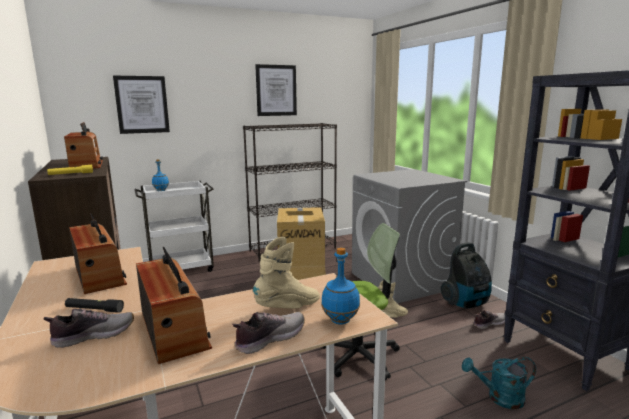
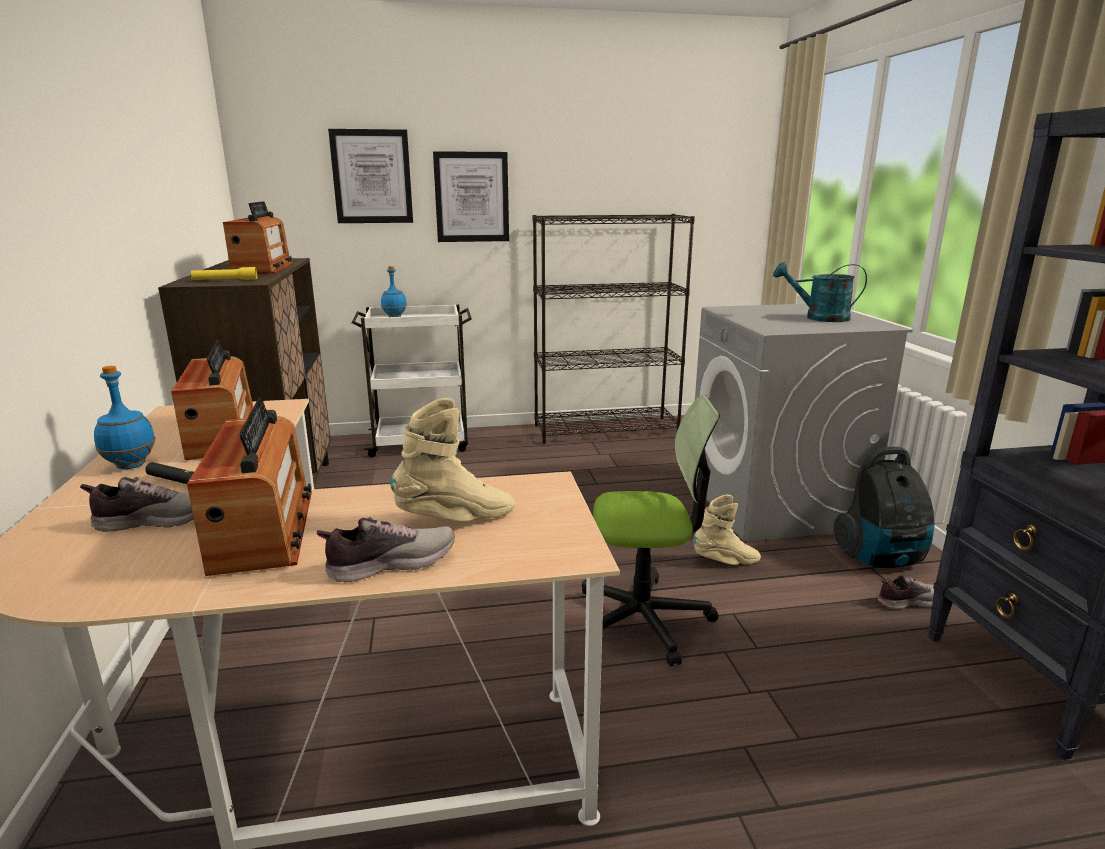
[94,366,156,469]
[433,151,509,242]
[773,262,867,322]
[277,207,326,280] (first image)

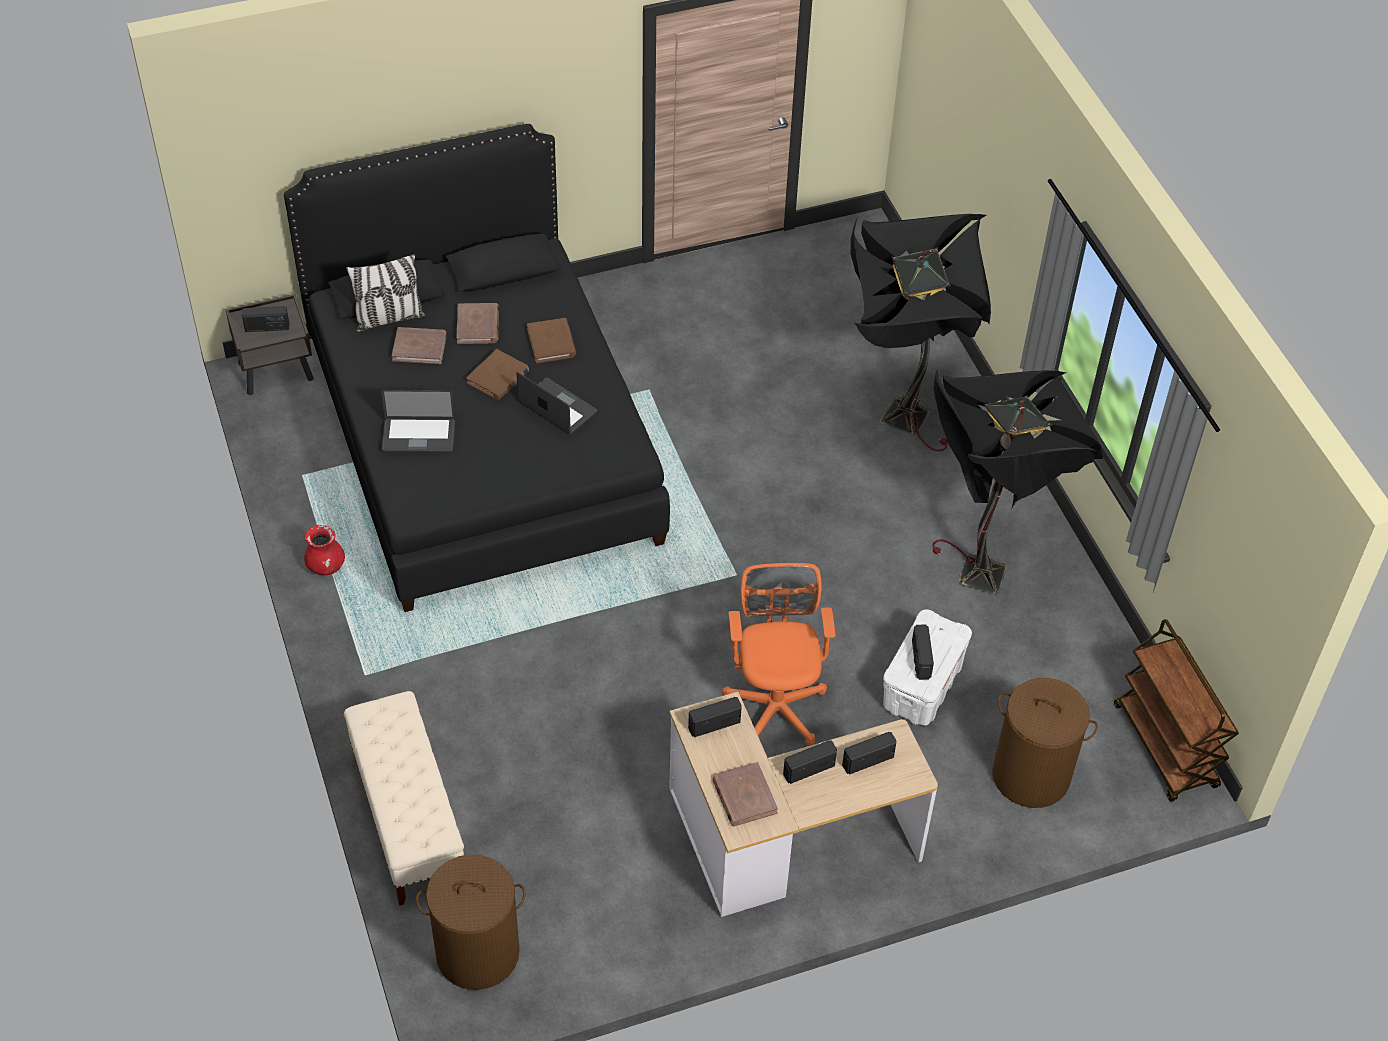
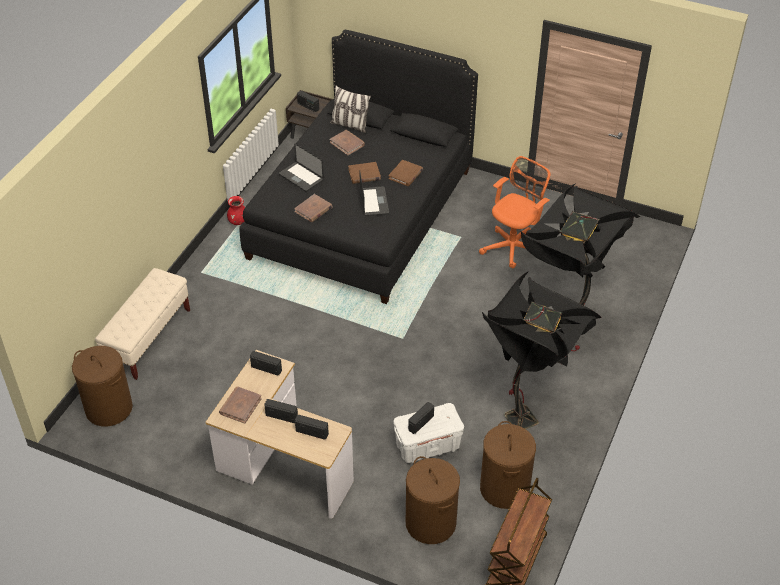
[294,194,333,222]
[479,156,551,268]
[480,421,536,509]

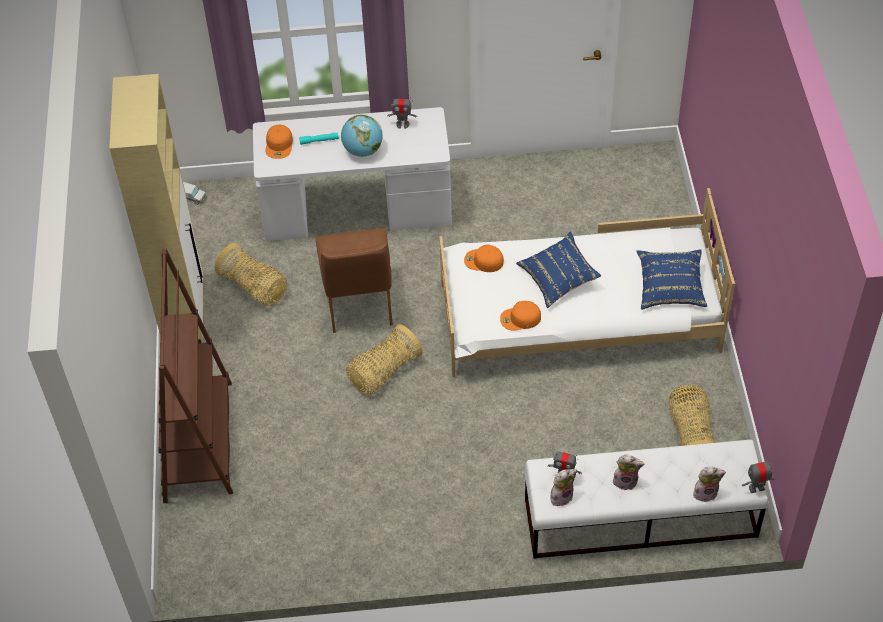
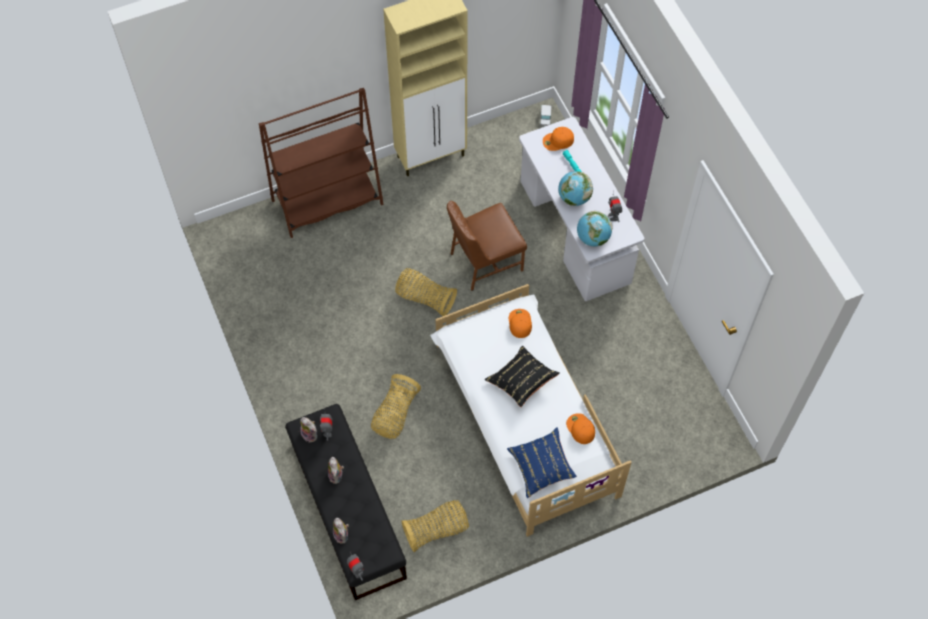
[285,404,407,600]
[371,374,421,439]
[485,345,560,407]
[566,413,595,444]
[577,211,612,246]

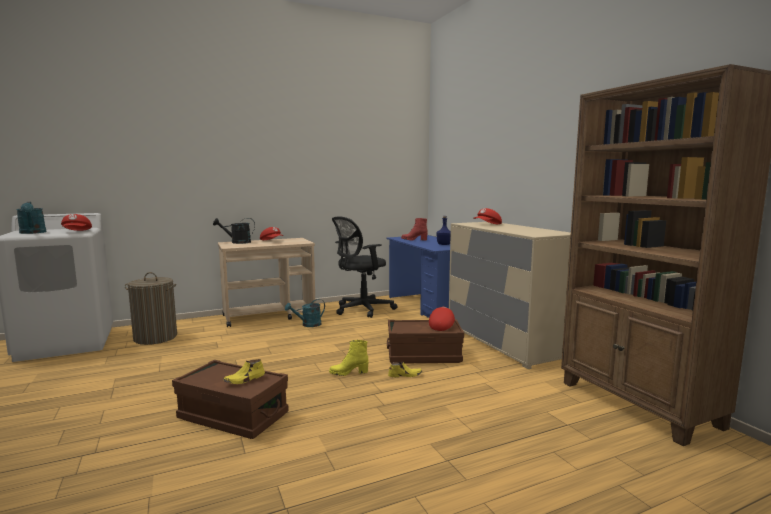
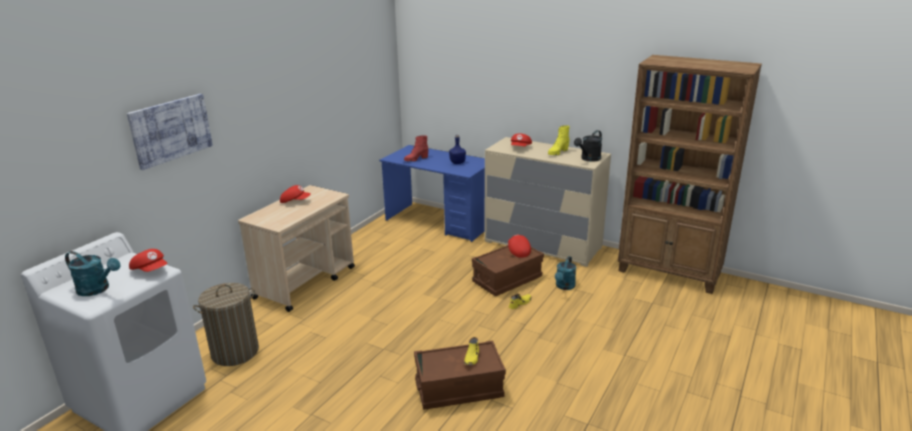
[127,94,213,170]
[548,125,569,155]
[555,256,576,290]
[574,130,602,162]
[332,216,398,318] (first image)

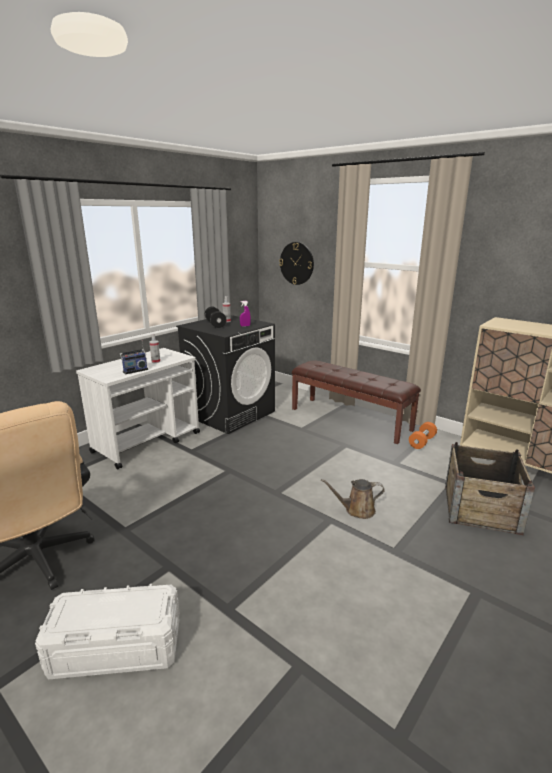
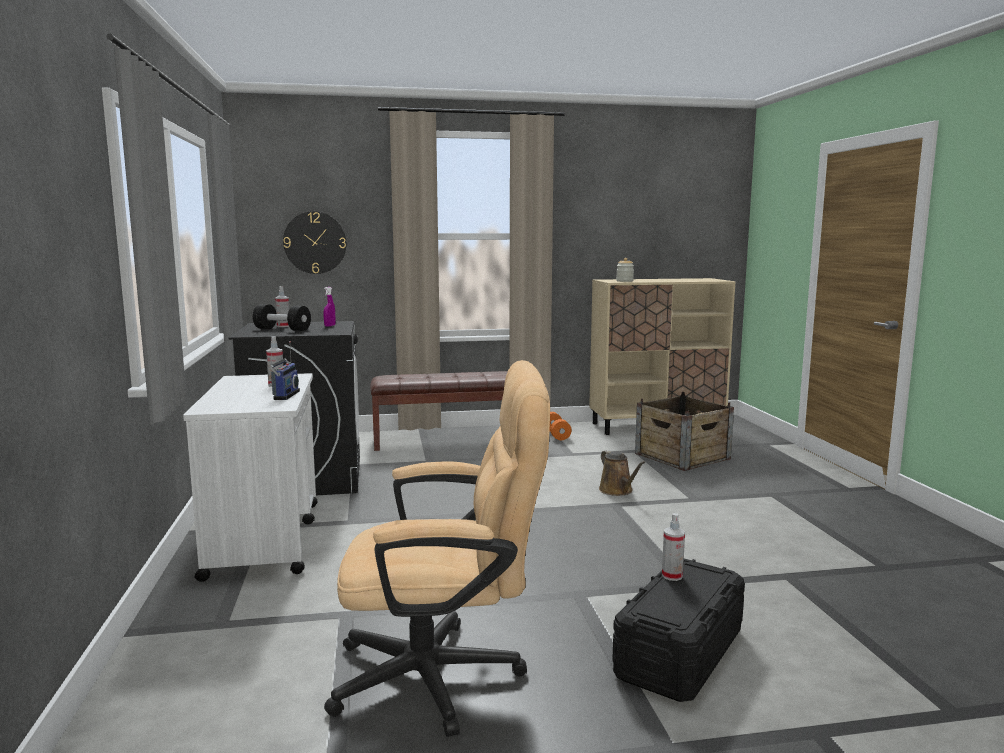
[599,450,645,496]
[612,558,745,702]
[616,258,634,282]
[662,513,685,581]

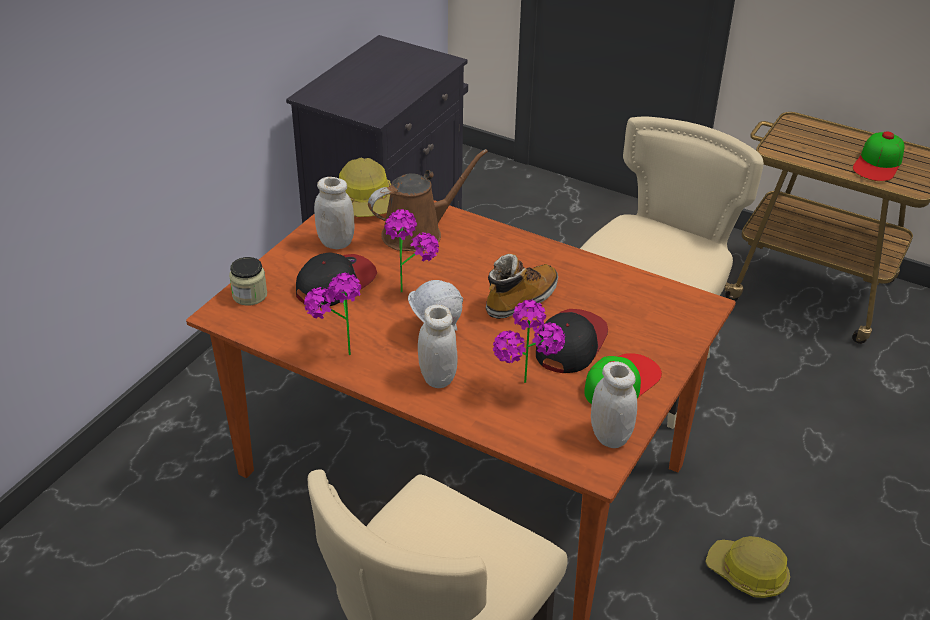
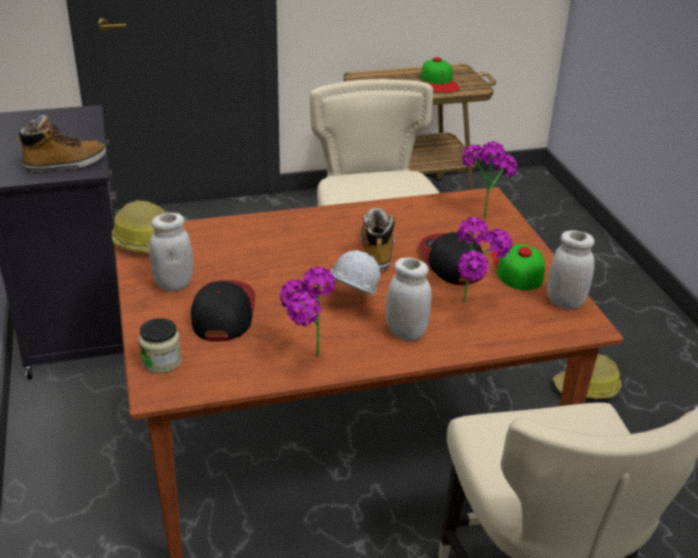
[16,115,106,173]
[462,141,518,218]
[368,149,488,252] (first image)

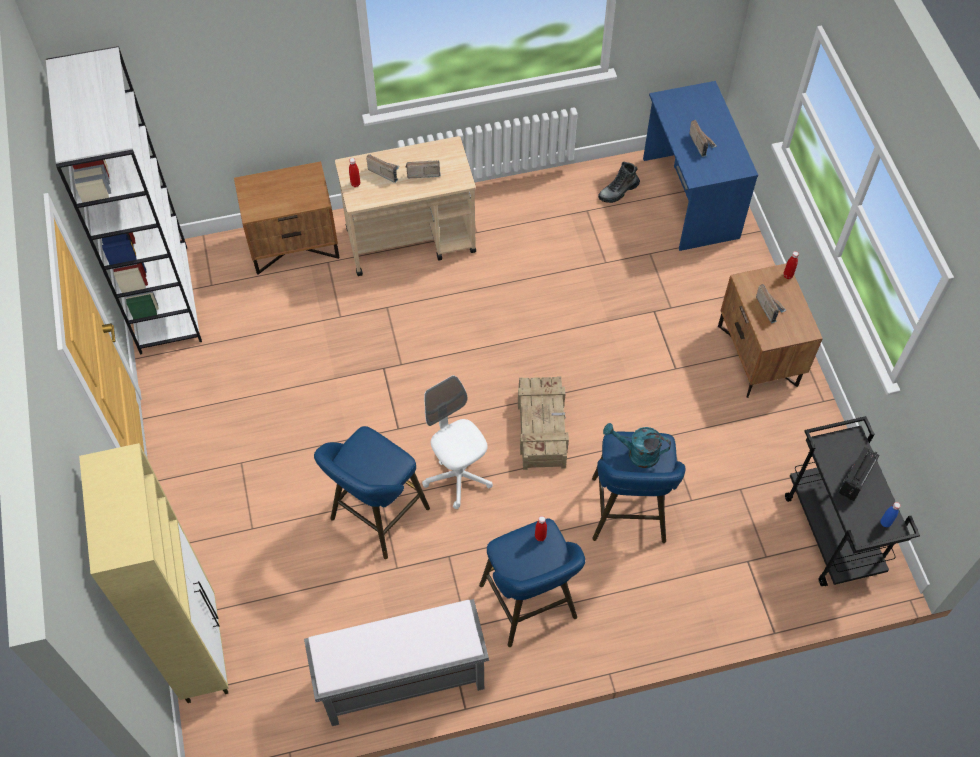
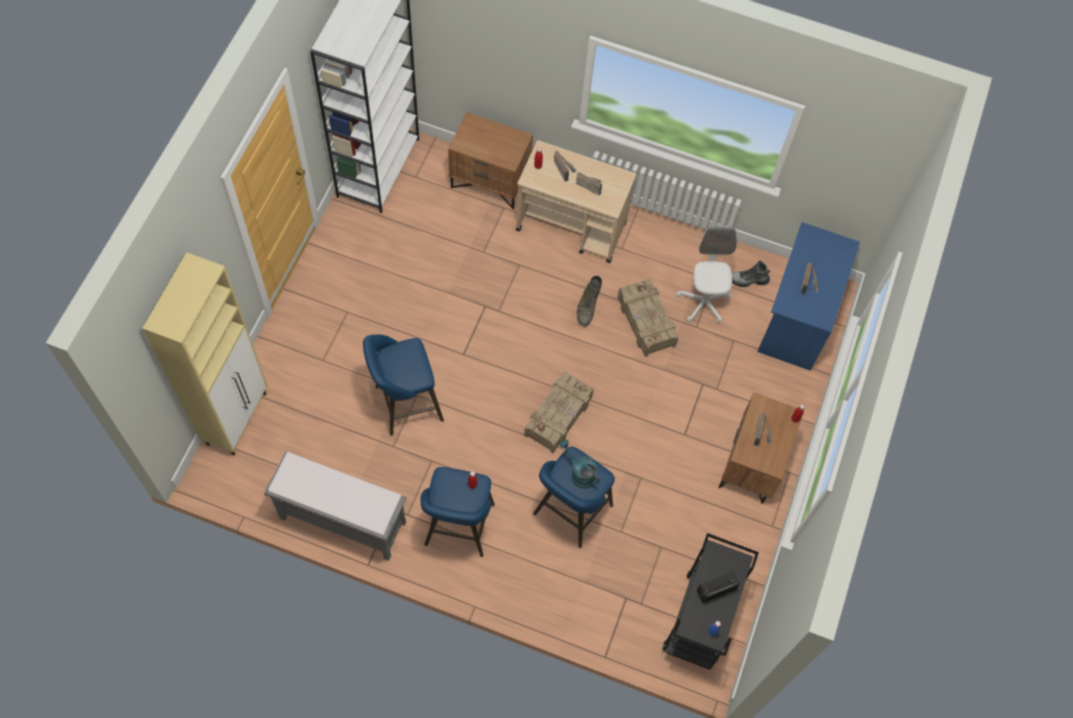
[577,275,602,327]
[617,278,679,357]
[676,226,737,323]

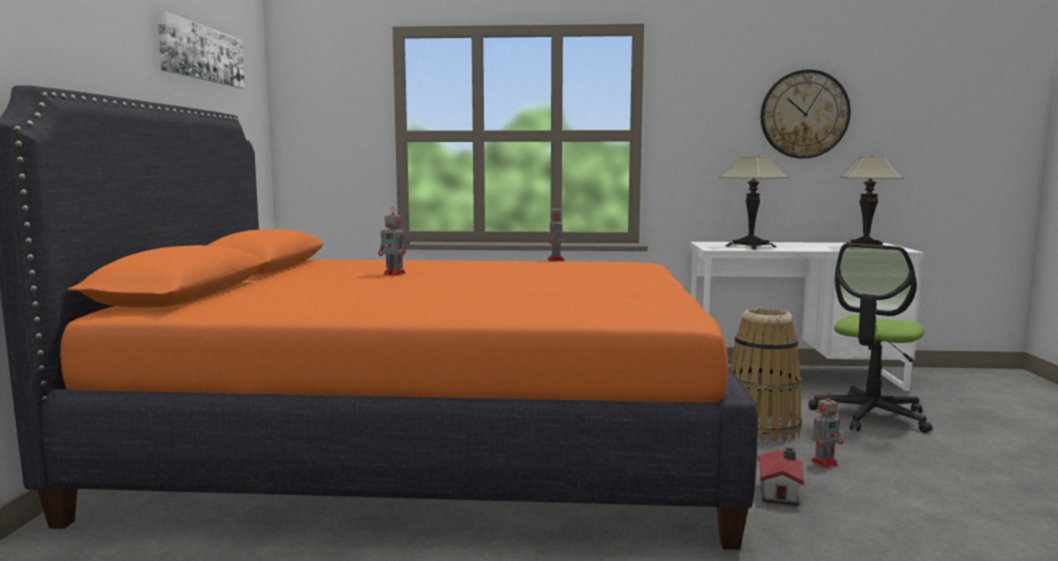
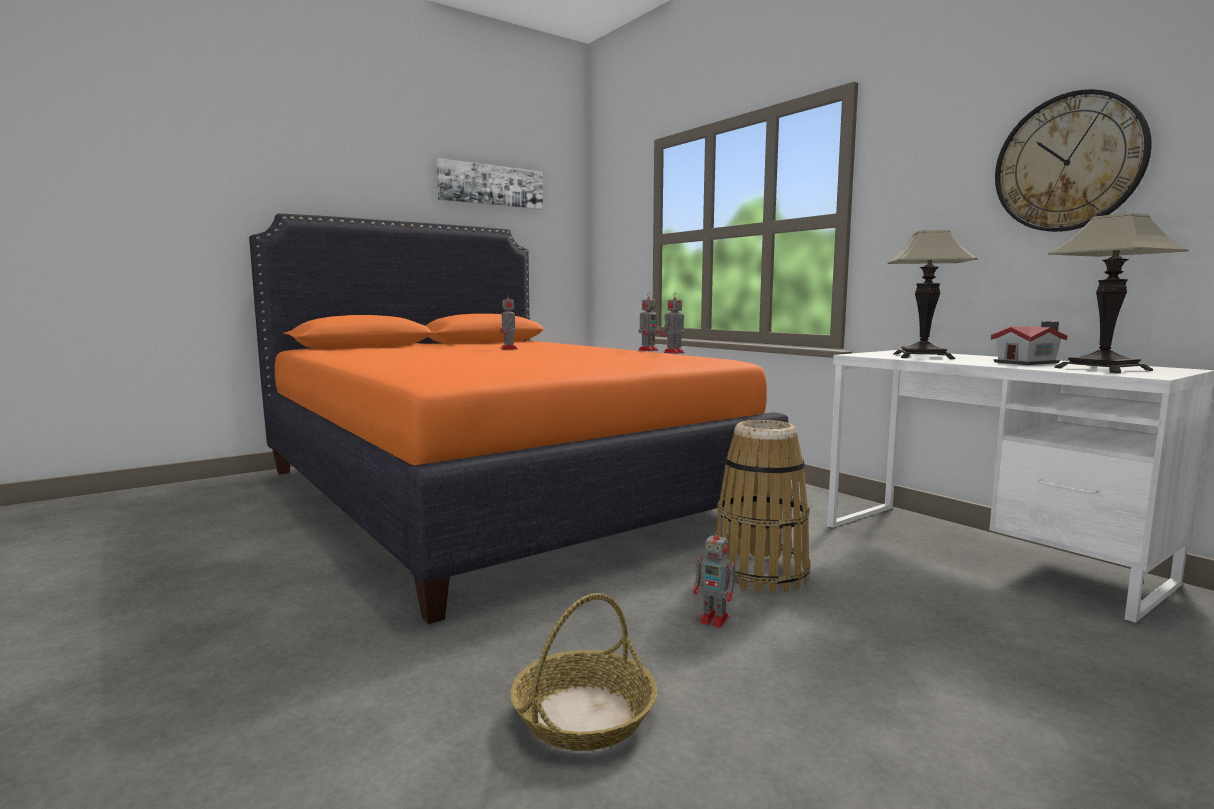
[510,593,657,751]
[638,292,661,351]
[991,321,1067,365]
[808,243,932,433] (first image)

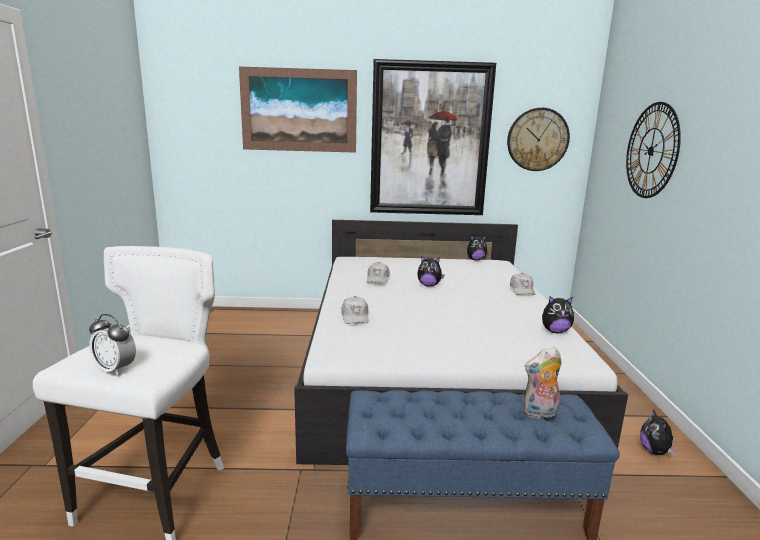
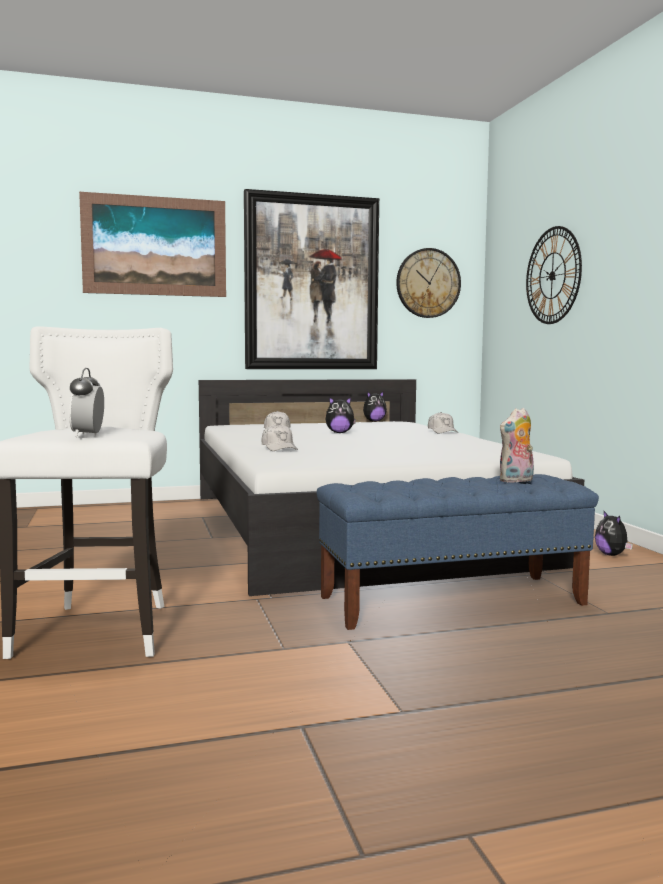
[69,368,104,437]
[542,296,574,333] (first image)

